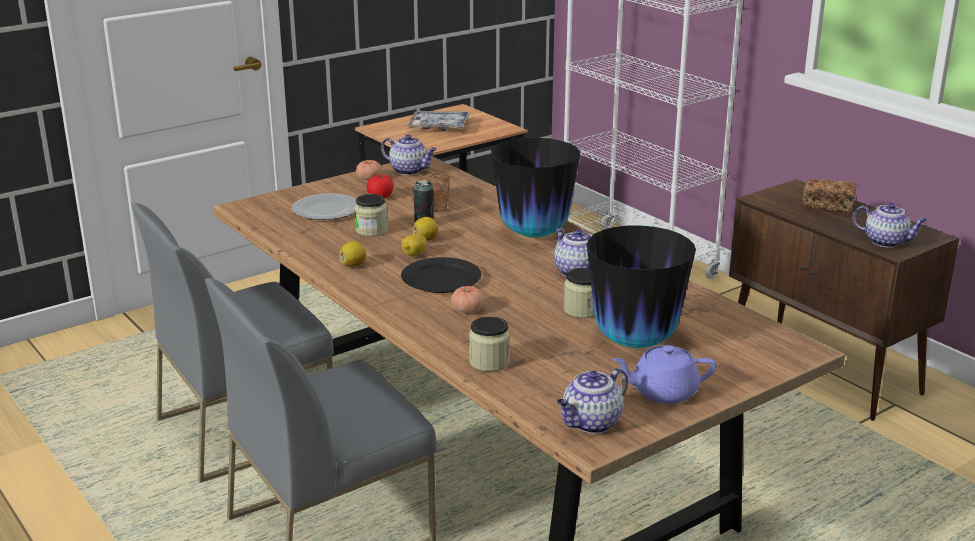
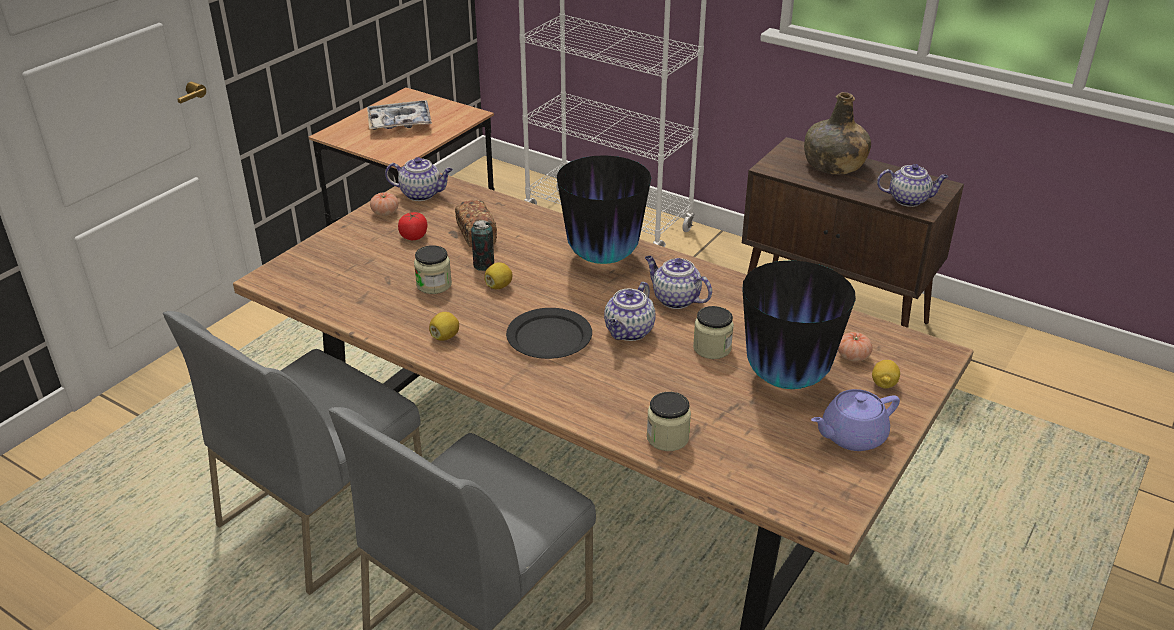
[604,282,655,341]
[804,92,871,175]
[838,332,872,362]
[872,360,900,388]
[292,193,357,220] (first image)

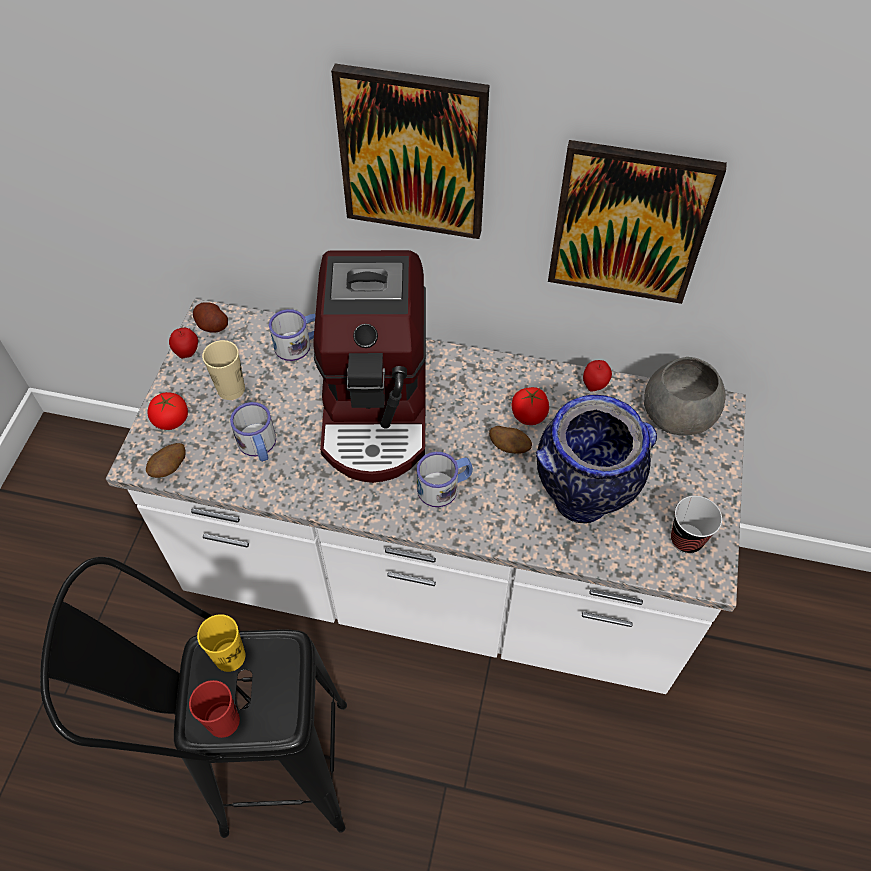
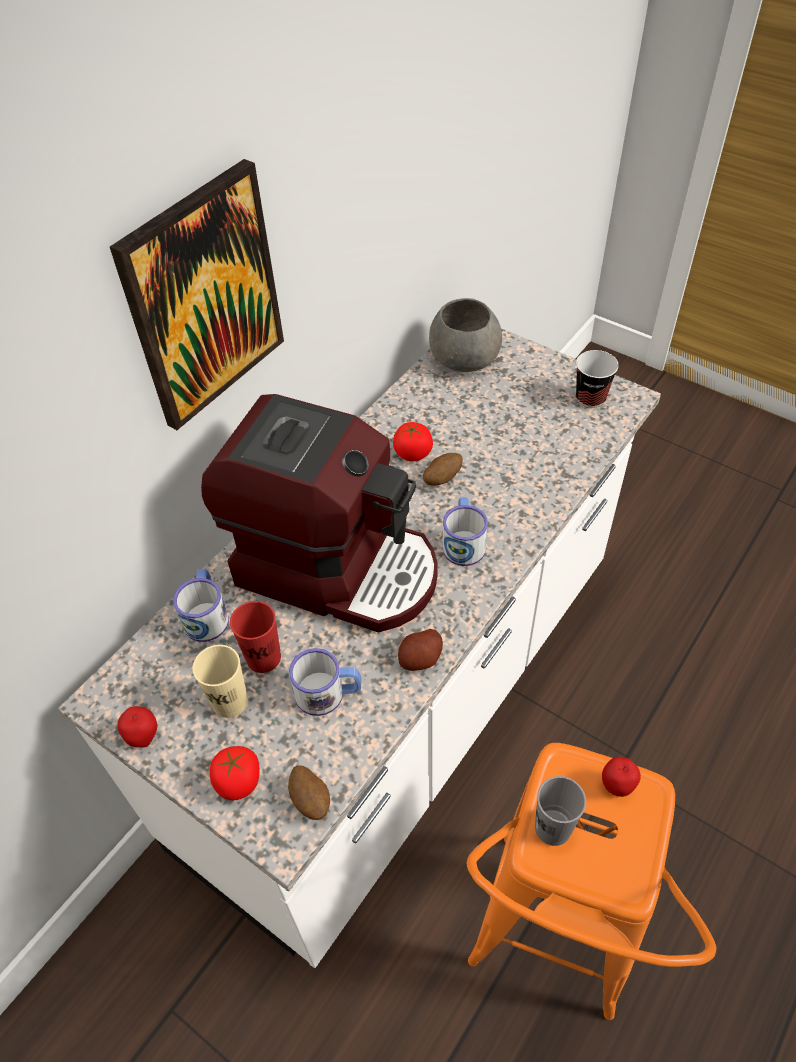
[230,601,281,673]
[398,629,443,671]
[467,743,716,1020]
[535,776,586,846]
[602,757,641,797]
[536,395,657,523] (first image)
[548,140,727,304] (first image)

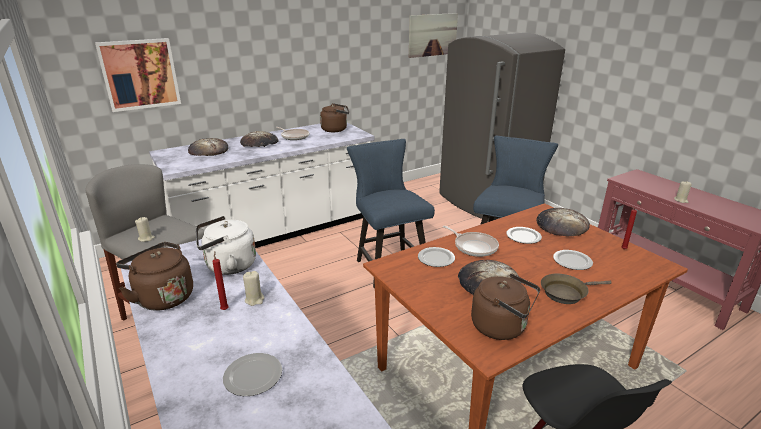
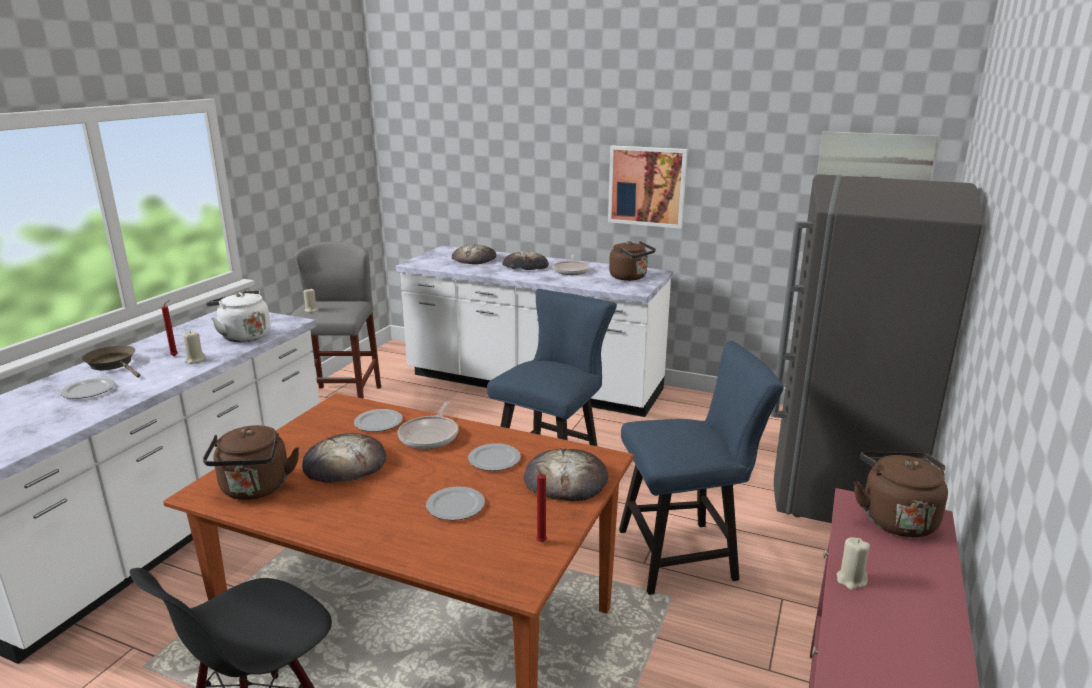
[82,345,140,378]
[608,145,688,229]
[854,452,948,537]

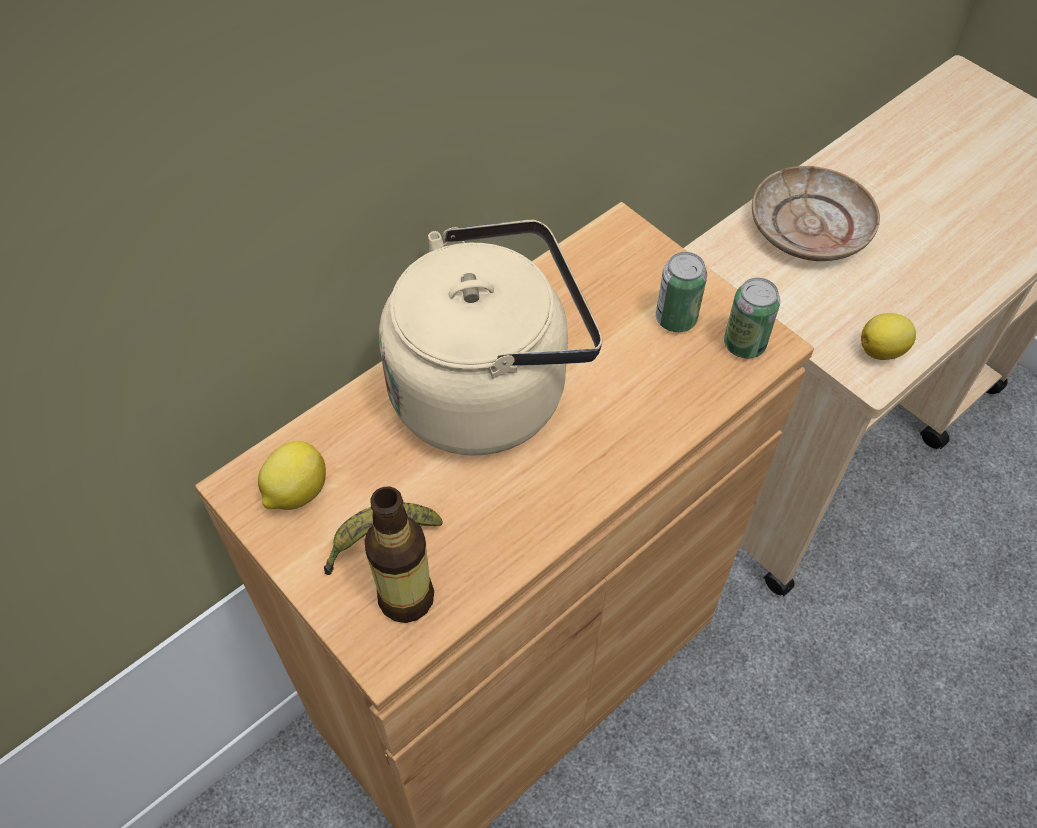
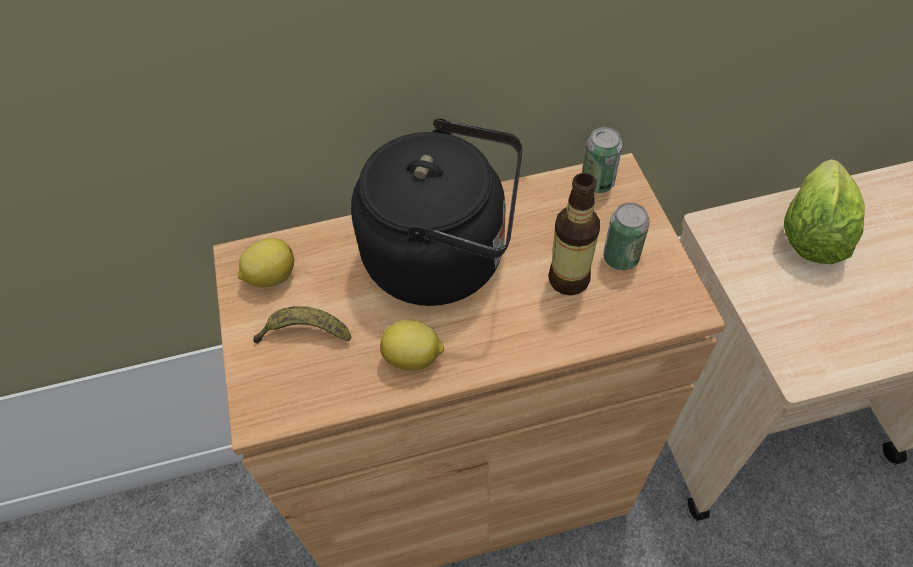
[351,119,522,306]
[380,319,444,371]
[548,173,600,296]
[582,127,622,193]
[784,159,865,264]

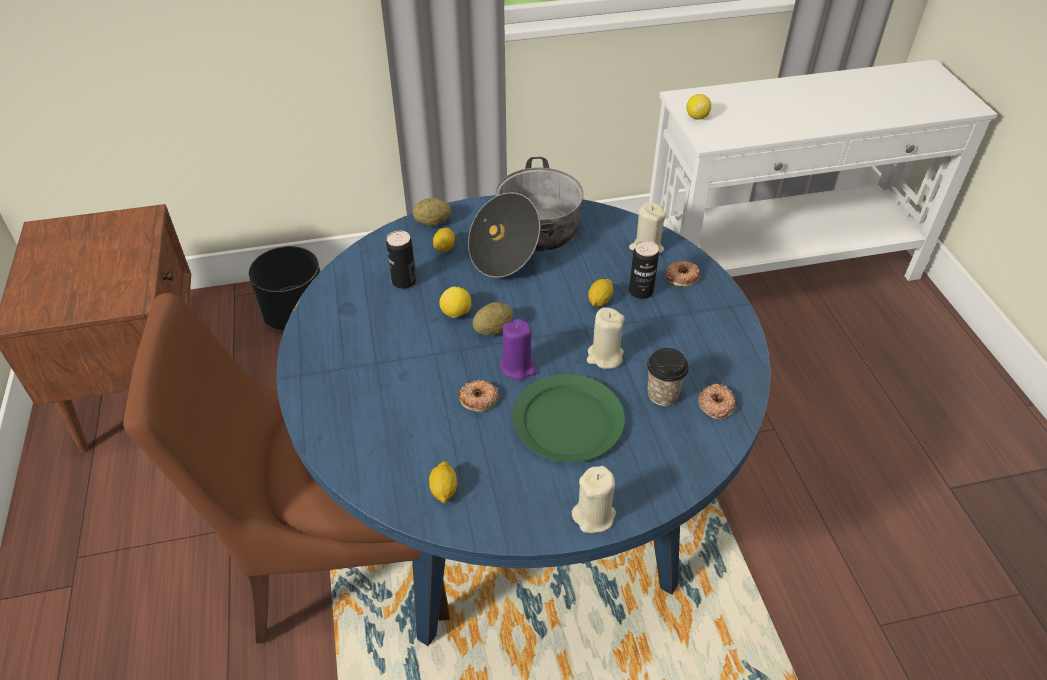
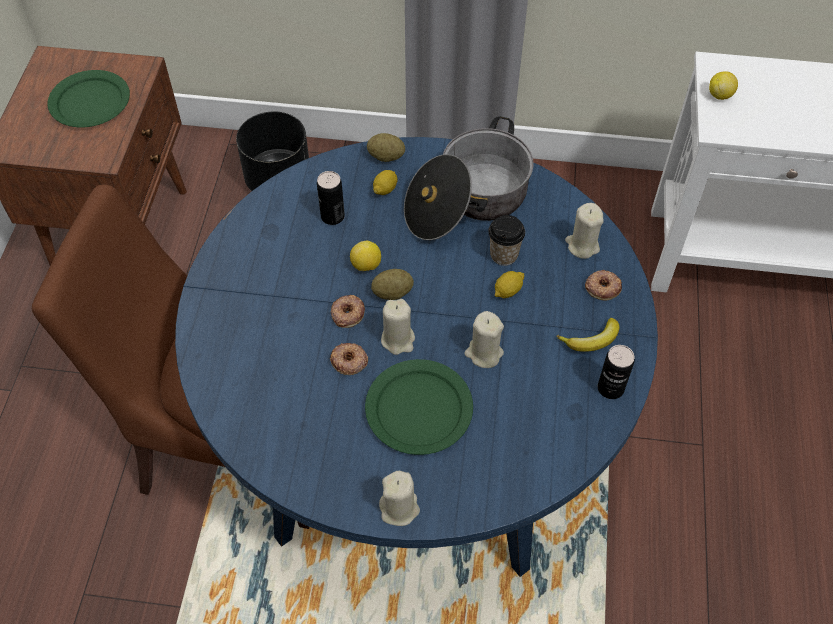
[48,70,130,127]
[331,295,365,328]
[381,299,415,355]
[488,215,525,266]
[556,318,620,352]
[598,345,634,399]
[429,461,457,504] (first image)

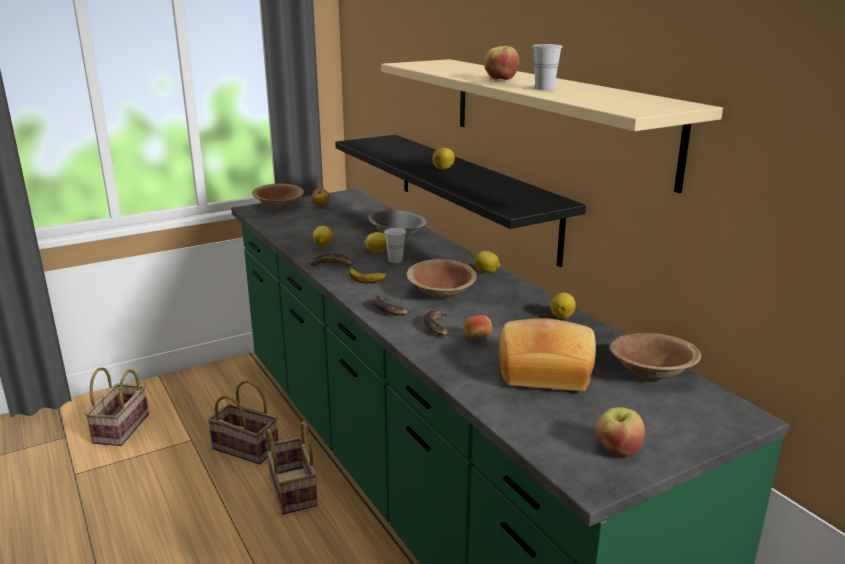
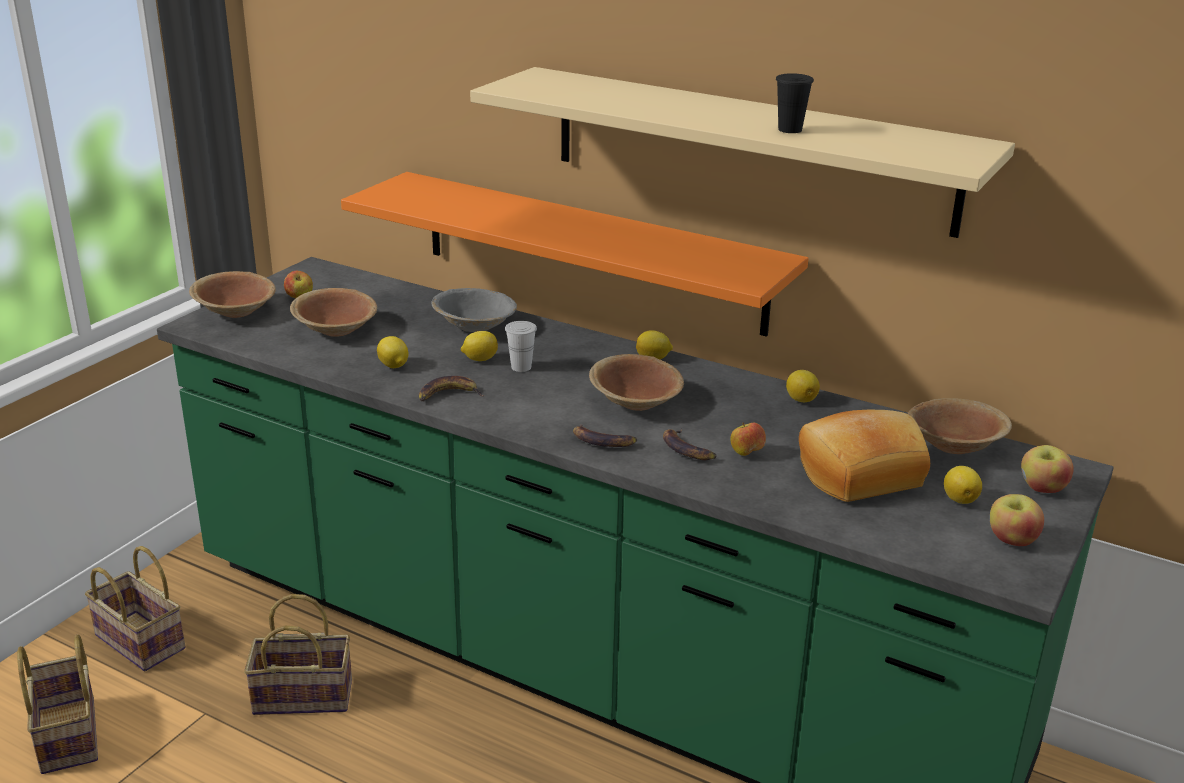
[85,546,186,671]
[290,288,377,337]
[341,172,809,337]
[776,73,814,133]
[944,466,982,504]
[1021,445,1074,493]
[348,263,387,283] (first image)

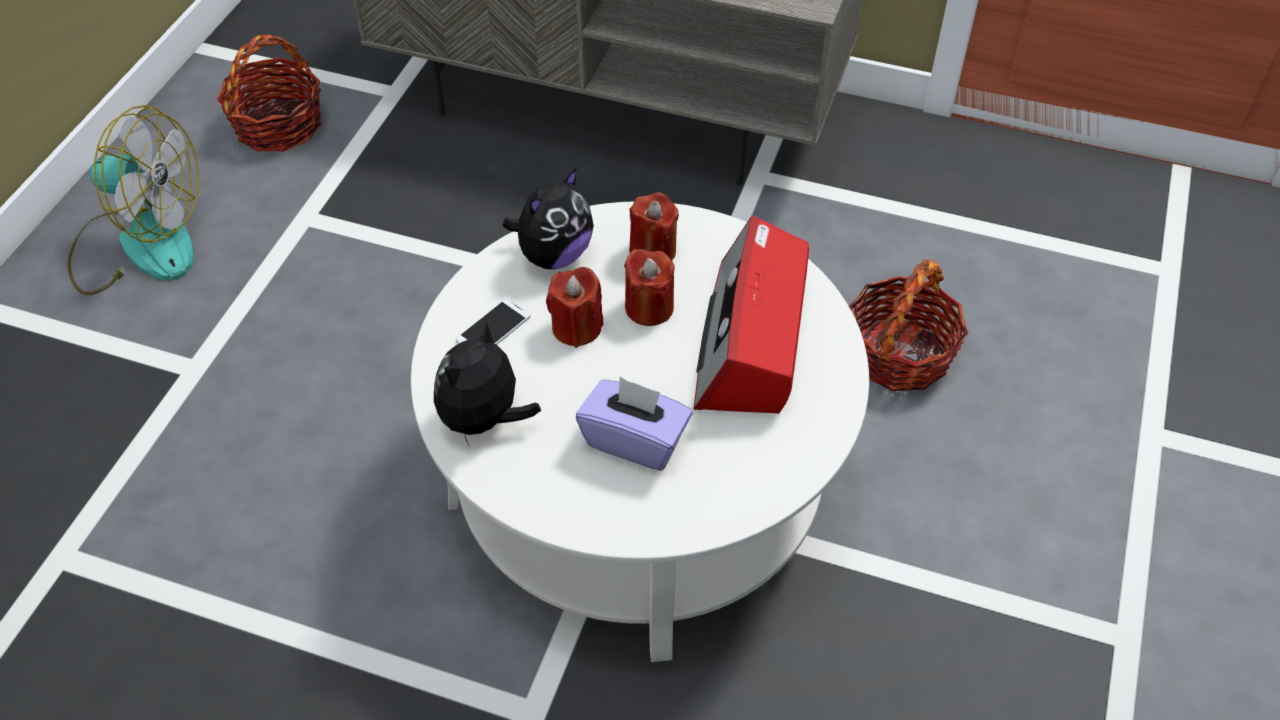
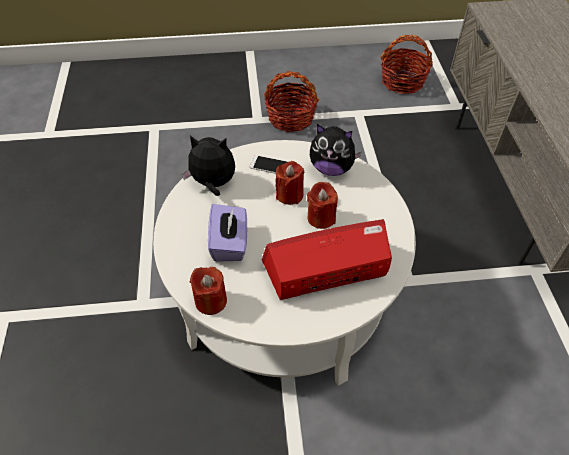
[190,267,227,315]
[264,71,319,132]
[67,105,199,295] (first image)

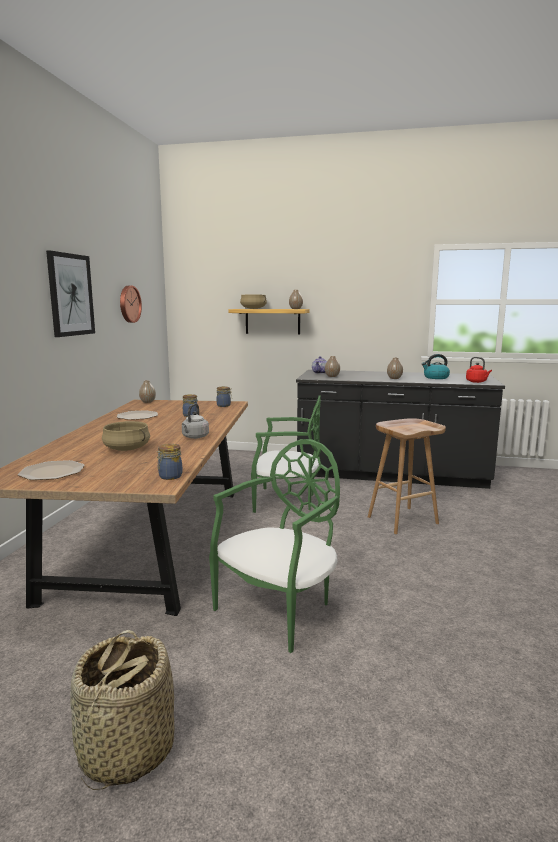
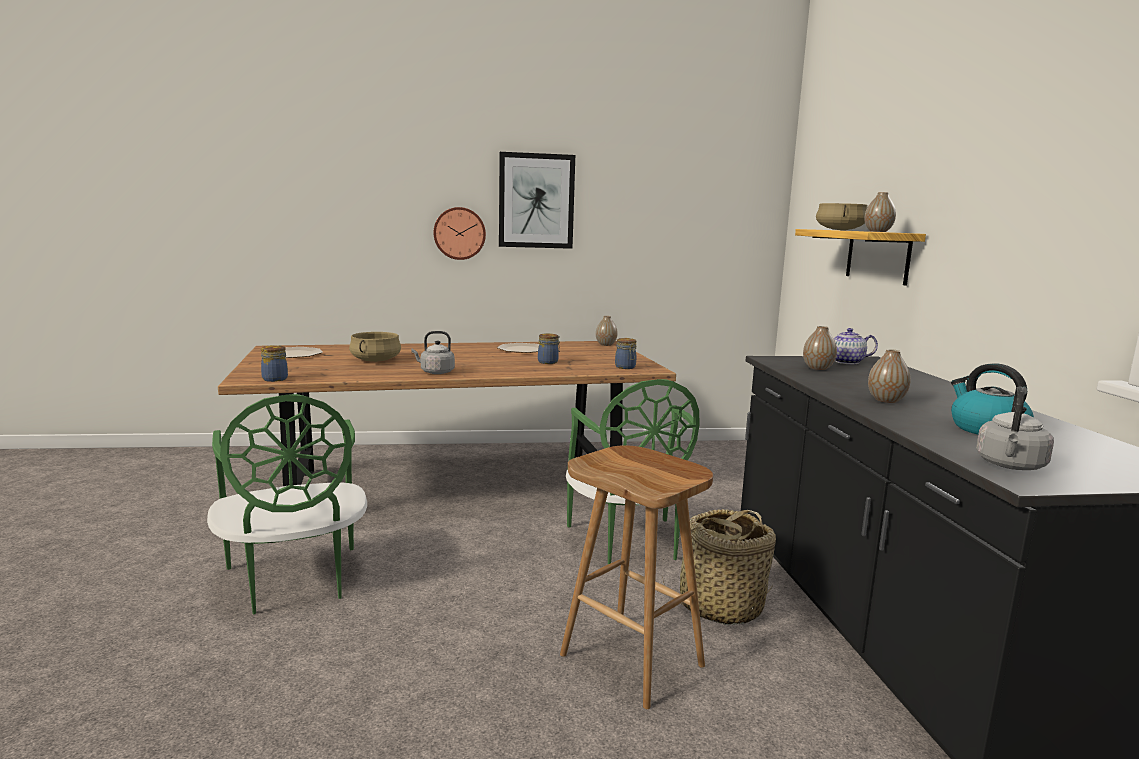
[207,394,367,614]
[433,207,486,260]
[662,509,776,625]
[976,386,1054,470]

